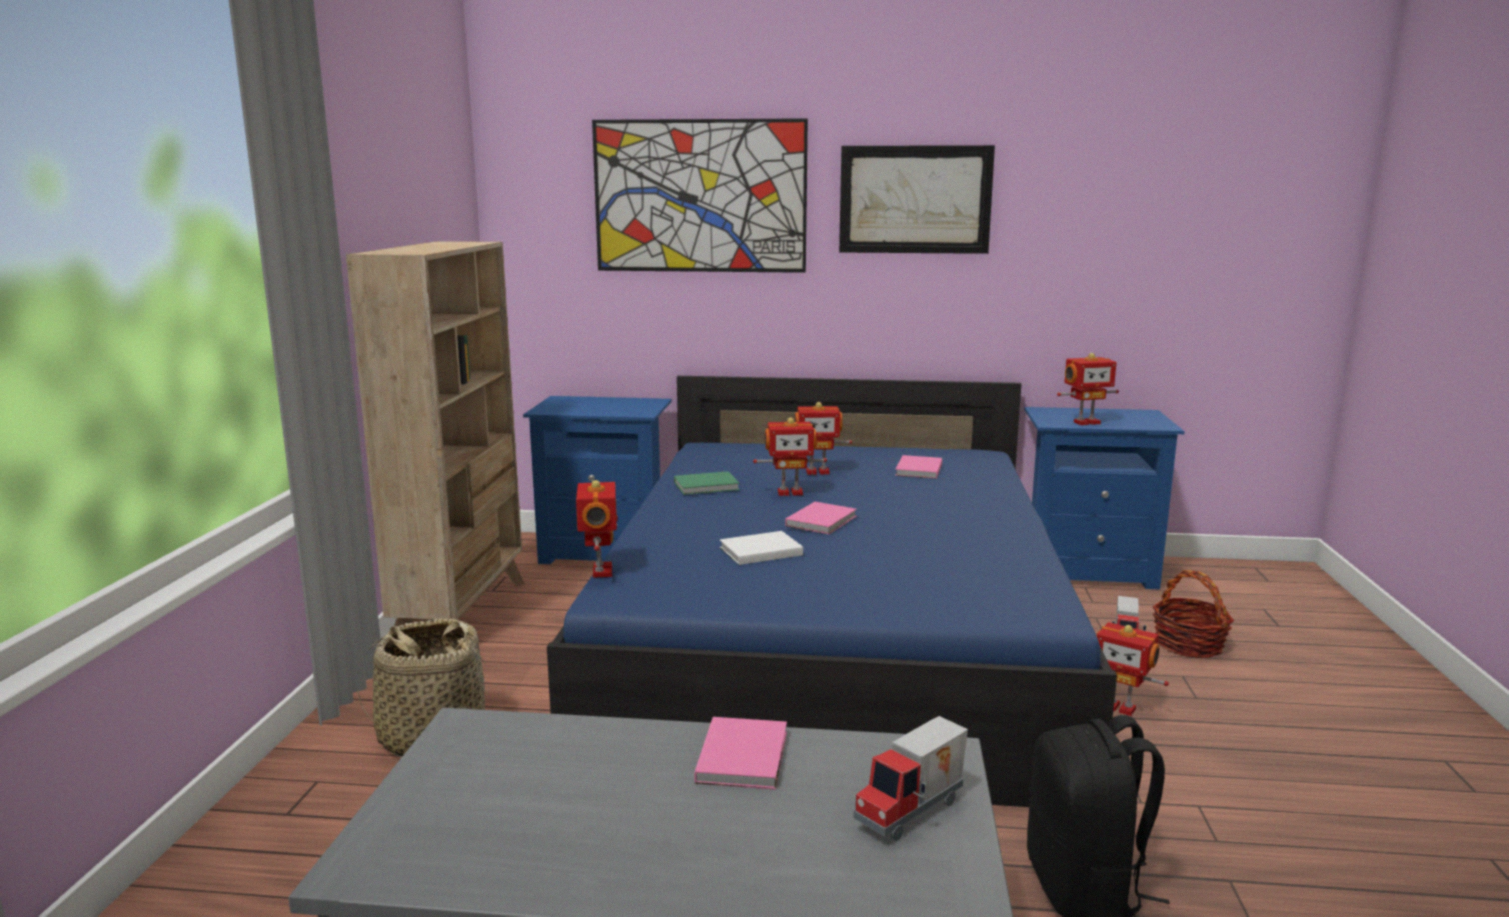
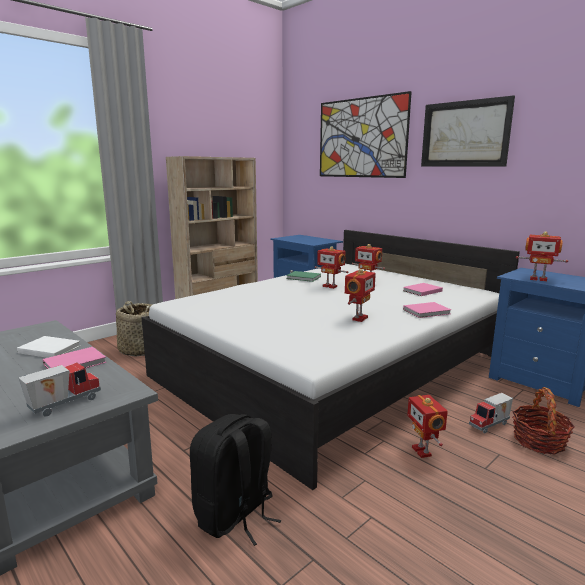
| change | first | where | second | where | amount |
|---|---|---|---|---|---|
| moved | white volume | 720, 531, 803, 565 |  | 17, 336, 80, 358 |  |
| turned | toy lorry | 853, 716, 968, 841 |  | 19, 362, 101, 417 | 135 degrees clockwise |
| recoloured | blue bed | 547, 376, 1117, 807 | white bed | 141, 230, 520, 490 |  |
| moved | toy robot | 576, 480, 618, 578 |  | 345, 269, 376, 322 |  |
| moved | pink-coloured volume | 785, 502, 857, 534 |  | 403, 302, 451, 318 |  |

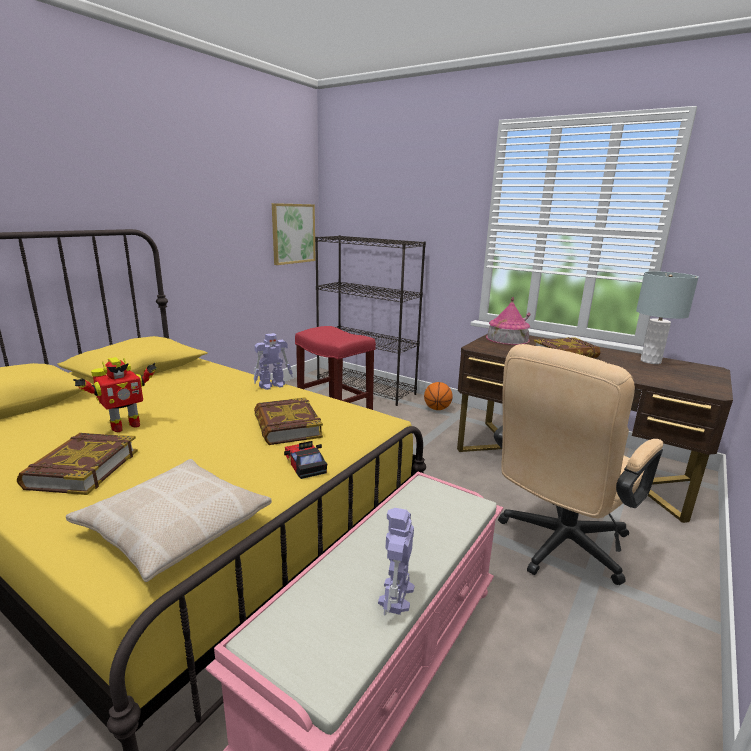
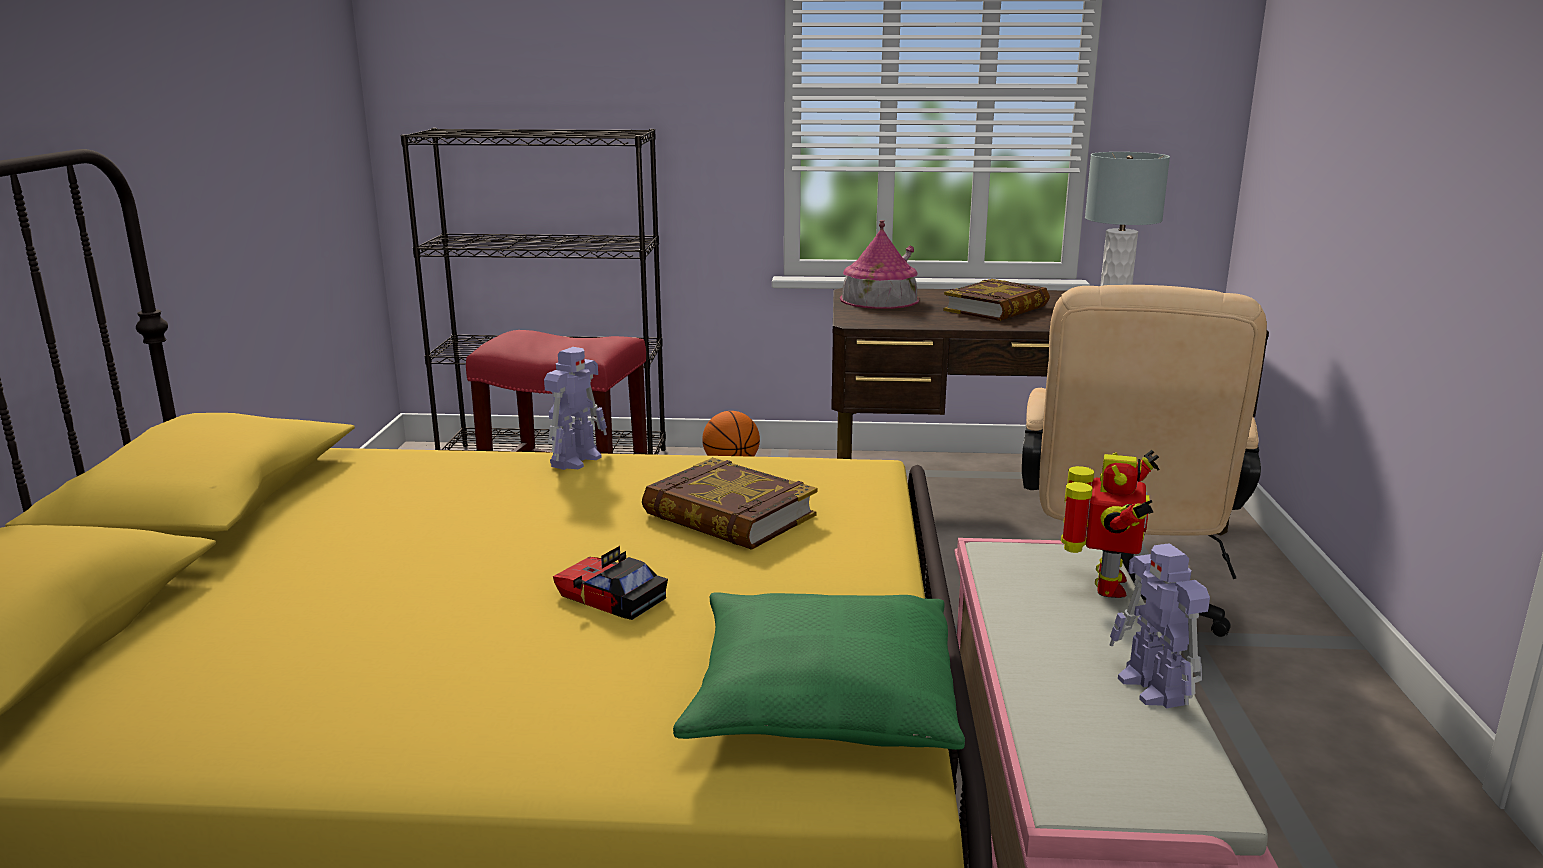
| change | first | where | second | where | amount |
|---|---|---|---|---|---|
| moved | miniature car | 284, 441, 327, 479 |  | 553, 546, 668, 620 |  |
| recoloured | beige-coloured throw pillow | 66, 459, 272, 582 | green throw pillow | 673, 592, 965, 750 |  |
| moved | toy robot | 73, 357, 157, 432 |  | 1061, 450, 1160, 598 |  |
| removed | volume | 17, 433, 138, 495 |  |  |  |
| removed | wall picture | 272, 203, 316, 265 |  |  |  |

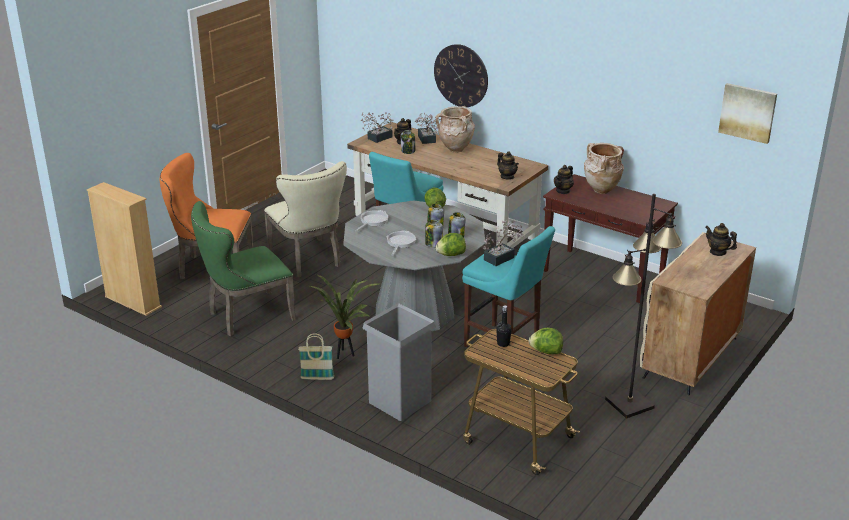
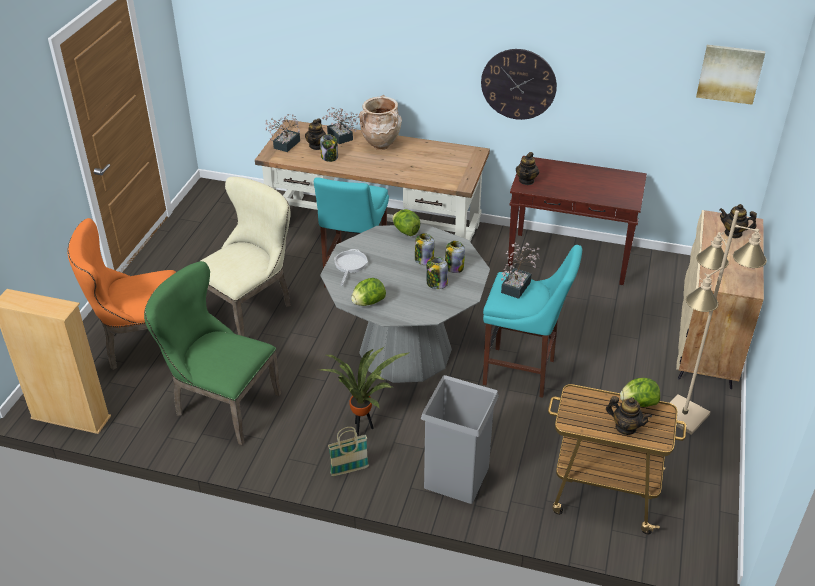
| change | first | where | second | where | amount |
|---|---|---|---|---|---|
| turned | green chair | 191, 201, 296, 336 |  | 144, 261, 281, 445 | 75 degrees clockwise |
| turned | beige-coloured chair | 264, 161, 347, 277 |  | 199, 177, 290, 337 | 90 degrees counterclockwise |
| moved | lettuce | 436, 233, 466, 256 |  | 351, 278, 386, 306 |  |
| moved | hanging clock | 434, 44, 488, 107 |  | 481, 49, 557, 120 |  |
| moved | teapot | 497, 151, 519, 180 |  | 606, 396, 652, 435 |  |
| recoloured | blackish standing lamp | 605, 194, 682, 419 | beige-coloured standing lamp | 670, 210, 767, 435 |  |
| removed | frying pan | 386, 230, 416, 256 |  |  |  |
| removed | blackish beverage bottle | 496, 305, 512, 347 |  |  |  |
| removed | beige-coloured decorative vase | 584, 143, 624, 194 |  |  |  |

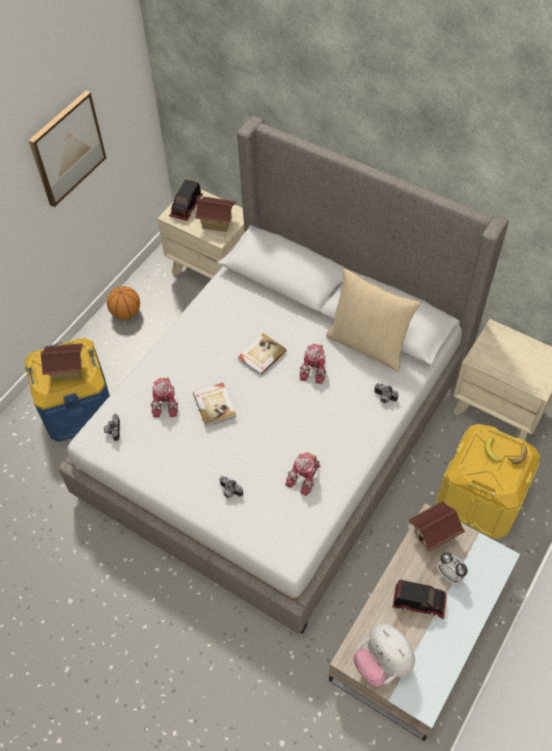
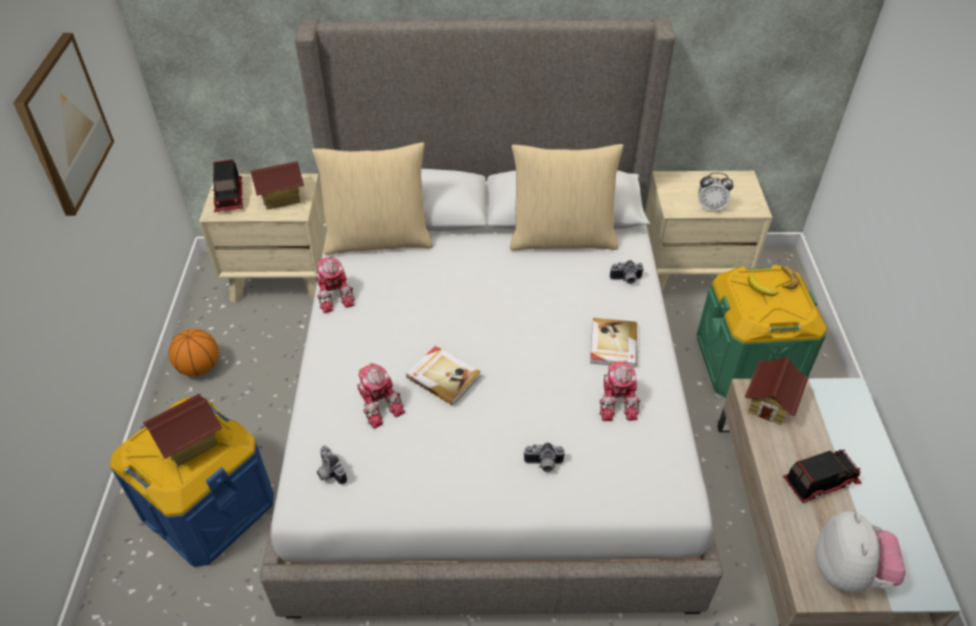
| change | first | where | second | where | amount |
|---|---|---|---|---|---|
| added |  |  | beige-coloured throw pillow | 312, 142, 433, 255 |  |
| moved | toy robot | 299, 344, 326, 384 |  | 316, 256, 355, 313 |  |
| moved | volume | 238, 333, 287, 376 |  | 590, 318, 637, 368 |  |
| recoloured | yellow storage box | 436, 424, 540, 539 | green storage box | 697, 265, 827, 398 |  |
| moved | alarm clock | 437, 553, 468, 584 |  | 698, 173, 734, 212 |  |
| turned | soft toy | 354, 624, 415, 687 |  | 815, 511, 905, 592 | 105 degrees counterclockwise |

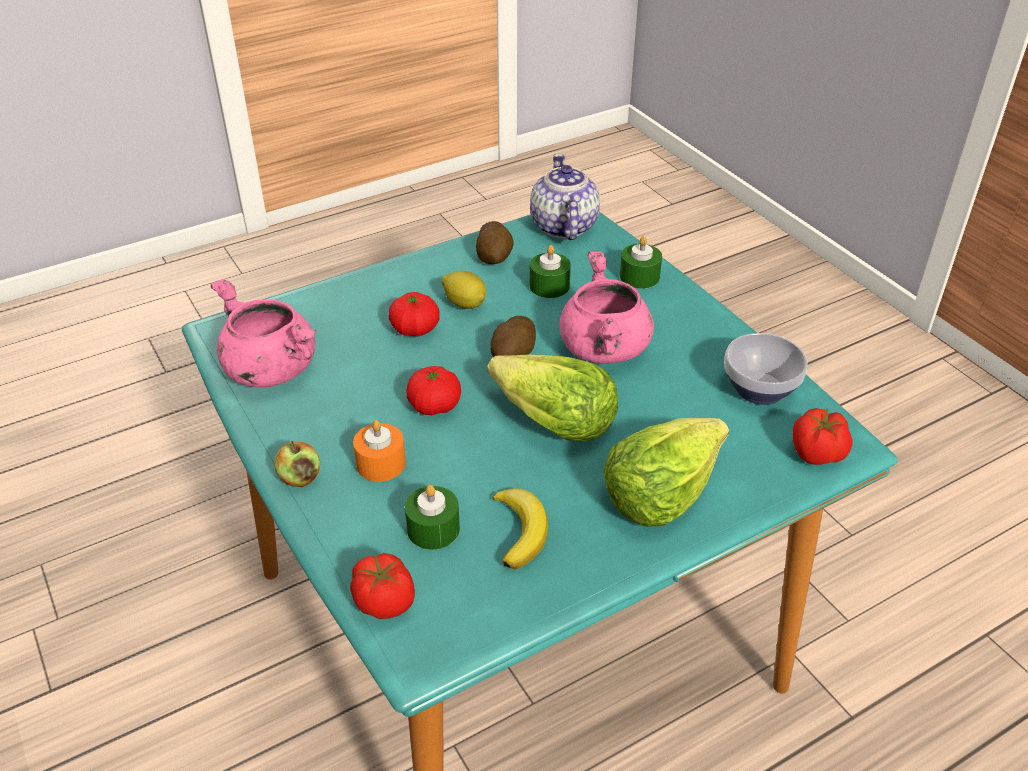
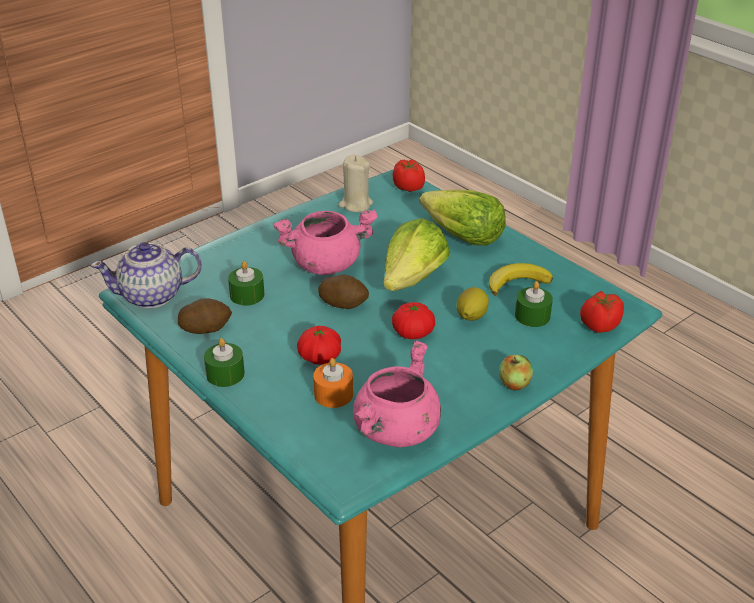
| change | first | where | second | where | amount |
|---|---|---|---|---|---|
| moved | green wax candle | 620, 236, 662, 289 |  | 204, 338, 245, 387 |  |
| moved | orange-coloured wax candle | 353, 420, 406, 482 |  | 313, 358, 353, 408 |  |
| replaced | serving bowl | 724, 333, 808, 405 | beige-coloured wax candle | 338, 154, 373, 212 |  |
| moved | citrus fruit | 442, 271, 486, 309 |  | 457, 287, 489, 321 |  |

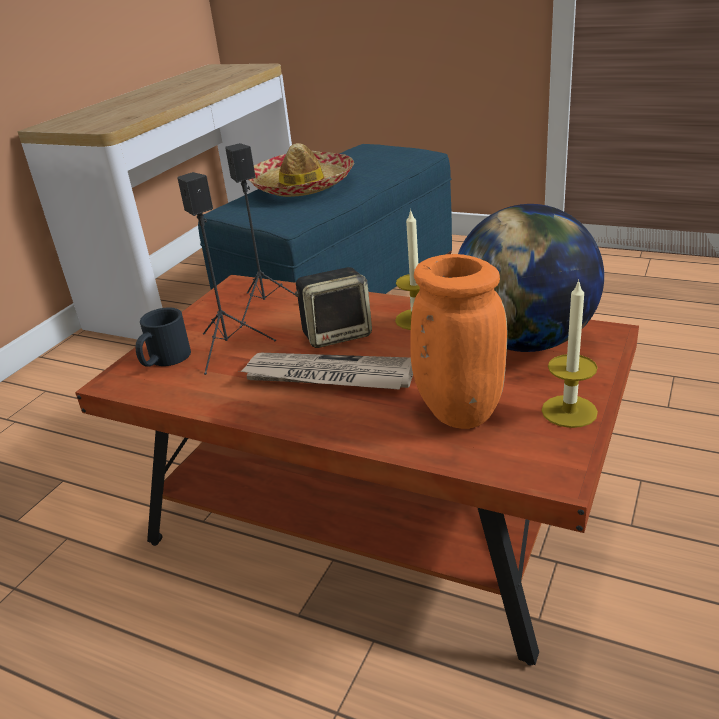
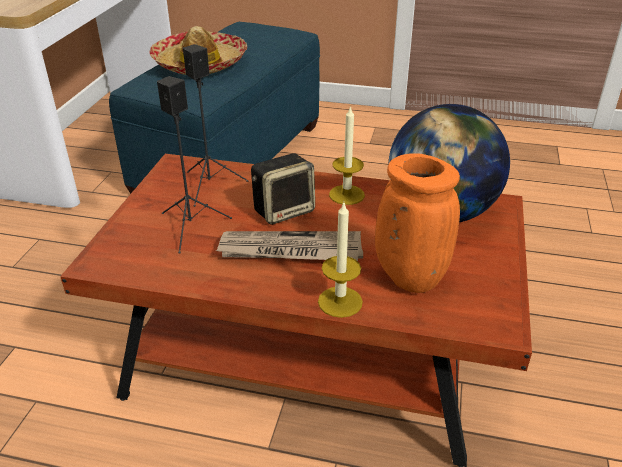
| change | first | where | second | where | amount |
|---|---|---|---|---|---|
| moved | wax candle | 541, 279, 598, 428 |  | 318, 203, 363, 318 |  |
| removed | blackish tea mug | 135, 308, 191, 367 |  |  |  |

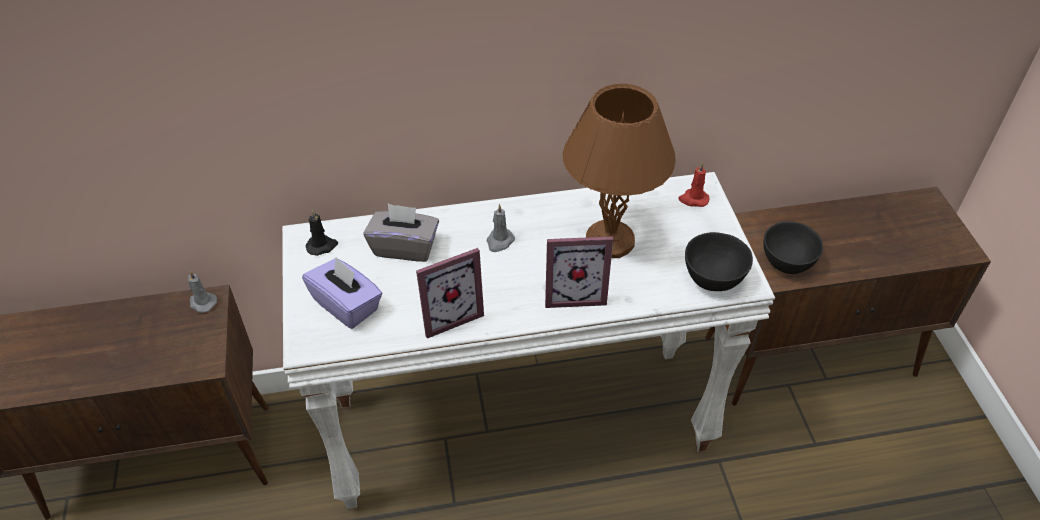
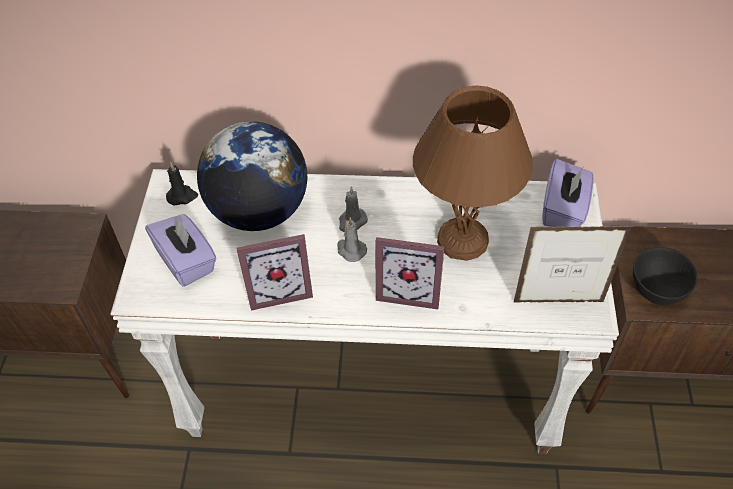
| change | first | where | second | where | amount |
|---|---|---|---|---|---|
| replaced | grey tissue box | 364, 204, 439, 262 | desk globe | 197, 121, 307, 231 |  |
| moved | grey wax candle | 188, 271, 217, 313 |  | 337, 217, 367, 262 |  |
| replaced | blackish serving bowl | 685, 232, 753, 291 | picture frame | 513, 226, 633, 303 |  |
| replaced | red-coloured wax candle | 678, 163, 709, 207 | purple tissue box | 542, 159, 594, 227 |  |

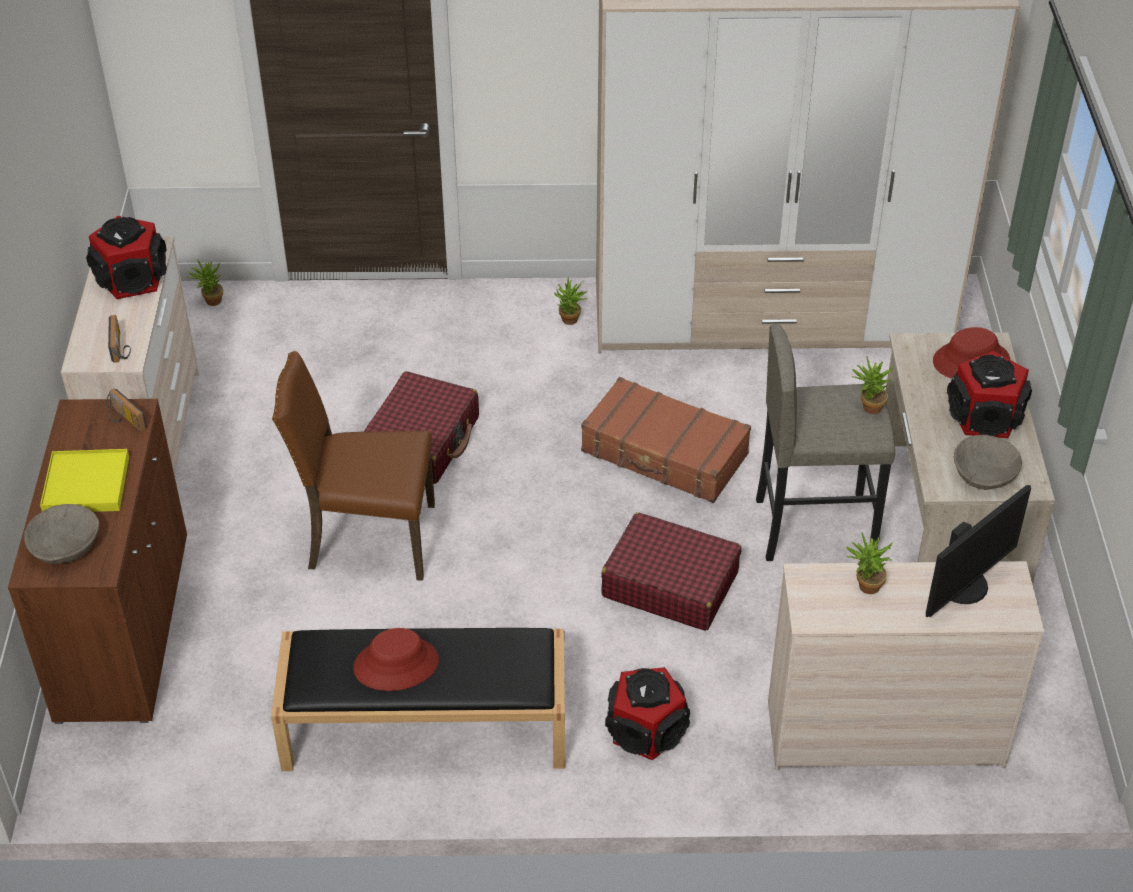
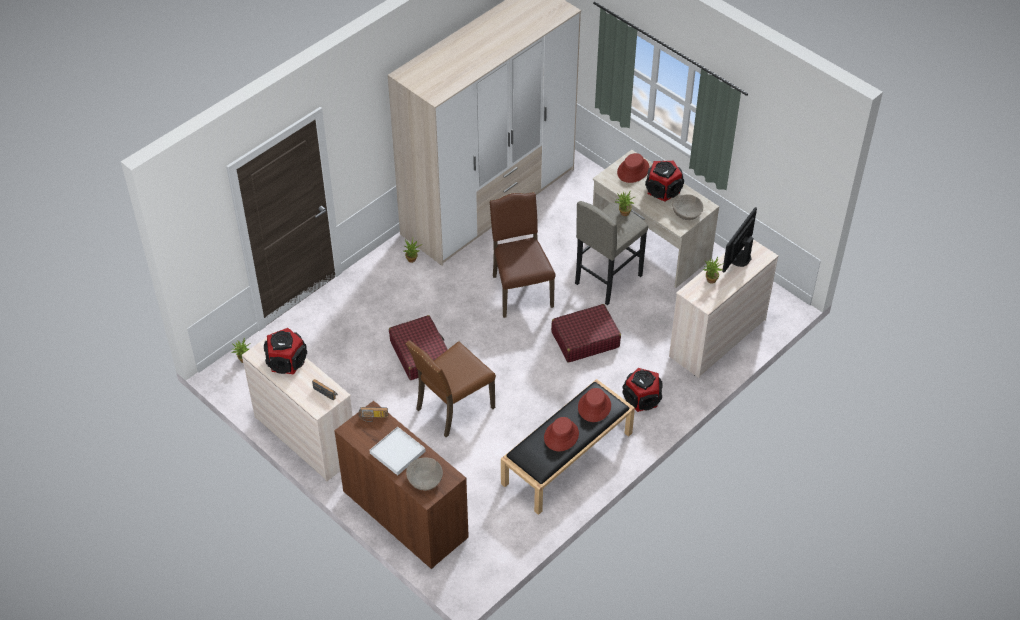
| change | first | where | second | where | amount |
|---|---|---|---|---|---|
| recoloured | yellow carrying tray | 40, 449, 129, 512 | white carrying tray | 370, 427, 426, 476 |  |
| replaced | brownish suitcase | 581, 377, 751, 503 | brownish chair | 489, 192, 555, 318 |  |
| added |  |  | red-coloured wearable hat | 578, 388, 611, 422 |  |
| turned | computer display | 926, 485, 1031, 618 |  | 722, 207, 757, 273 | 150 degrees counterclockwise |

